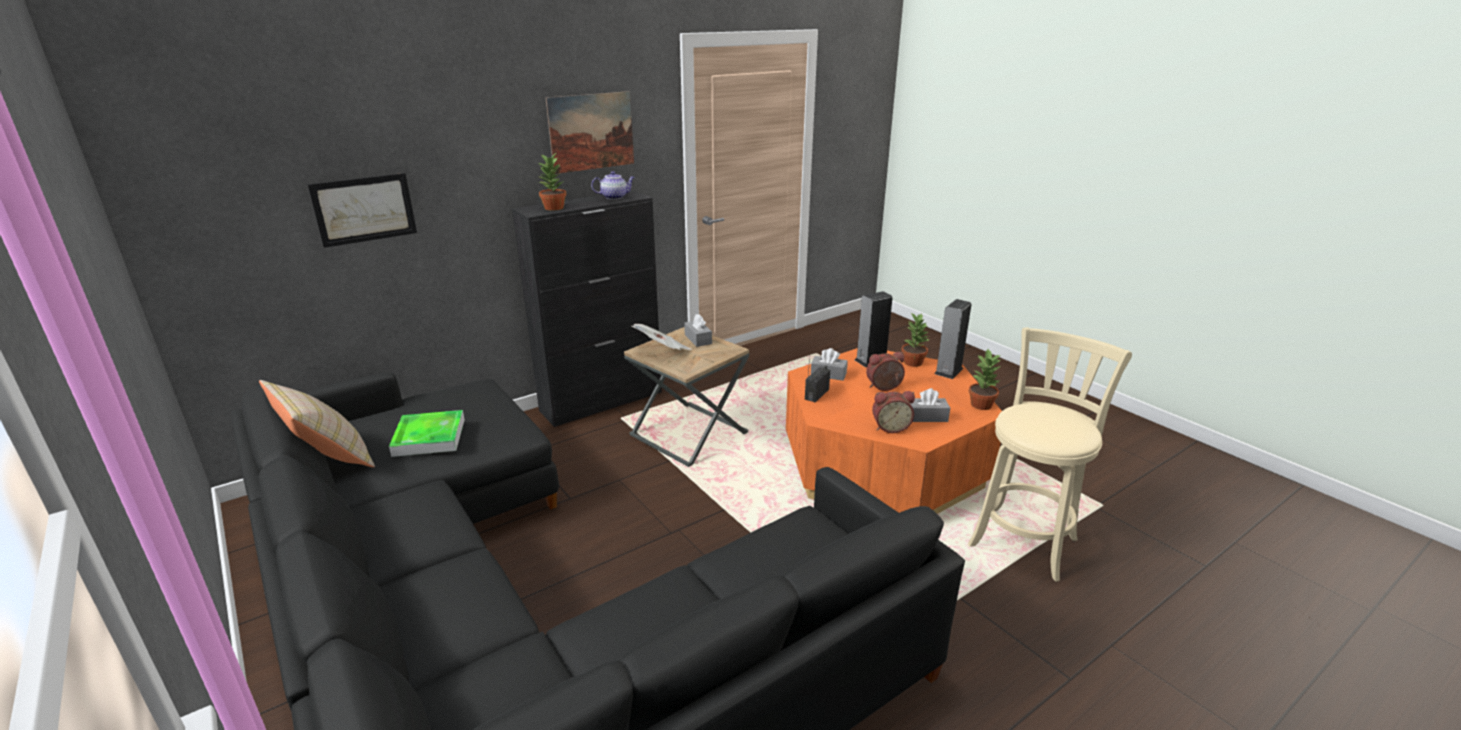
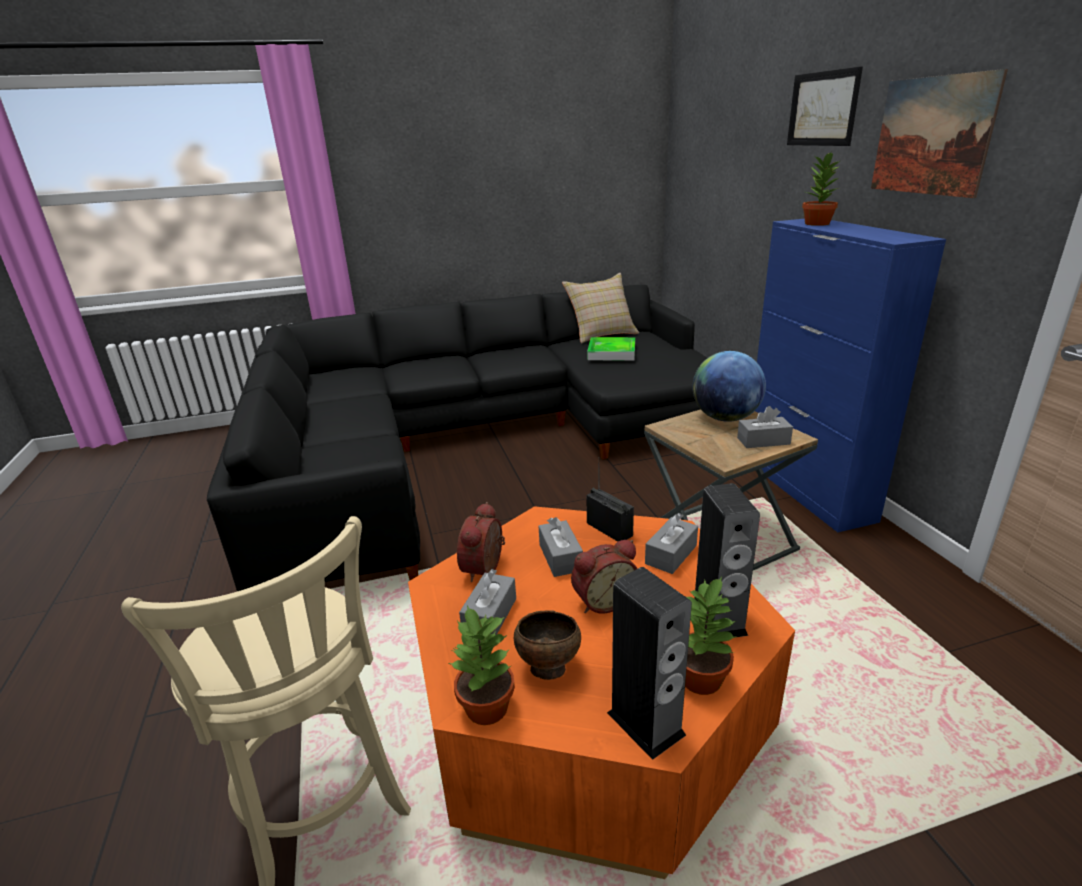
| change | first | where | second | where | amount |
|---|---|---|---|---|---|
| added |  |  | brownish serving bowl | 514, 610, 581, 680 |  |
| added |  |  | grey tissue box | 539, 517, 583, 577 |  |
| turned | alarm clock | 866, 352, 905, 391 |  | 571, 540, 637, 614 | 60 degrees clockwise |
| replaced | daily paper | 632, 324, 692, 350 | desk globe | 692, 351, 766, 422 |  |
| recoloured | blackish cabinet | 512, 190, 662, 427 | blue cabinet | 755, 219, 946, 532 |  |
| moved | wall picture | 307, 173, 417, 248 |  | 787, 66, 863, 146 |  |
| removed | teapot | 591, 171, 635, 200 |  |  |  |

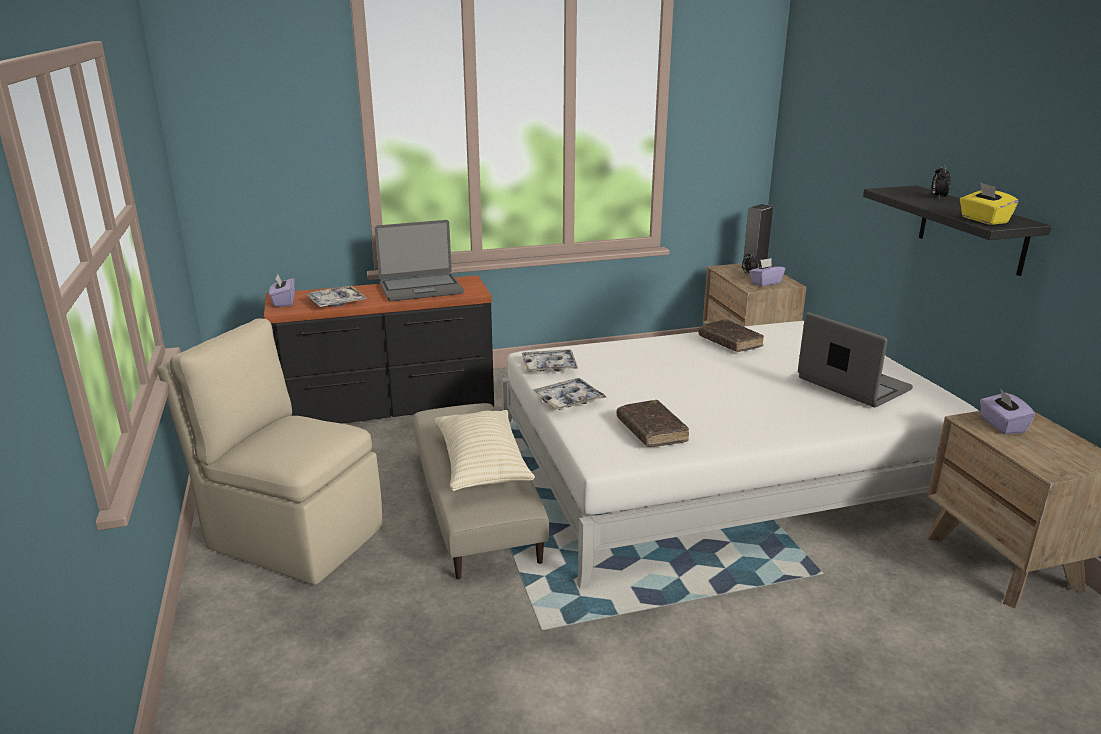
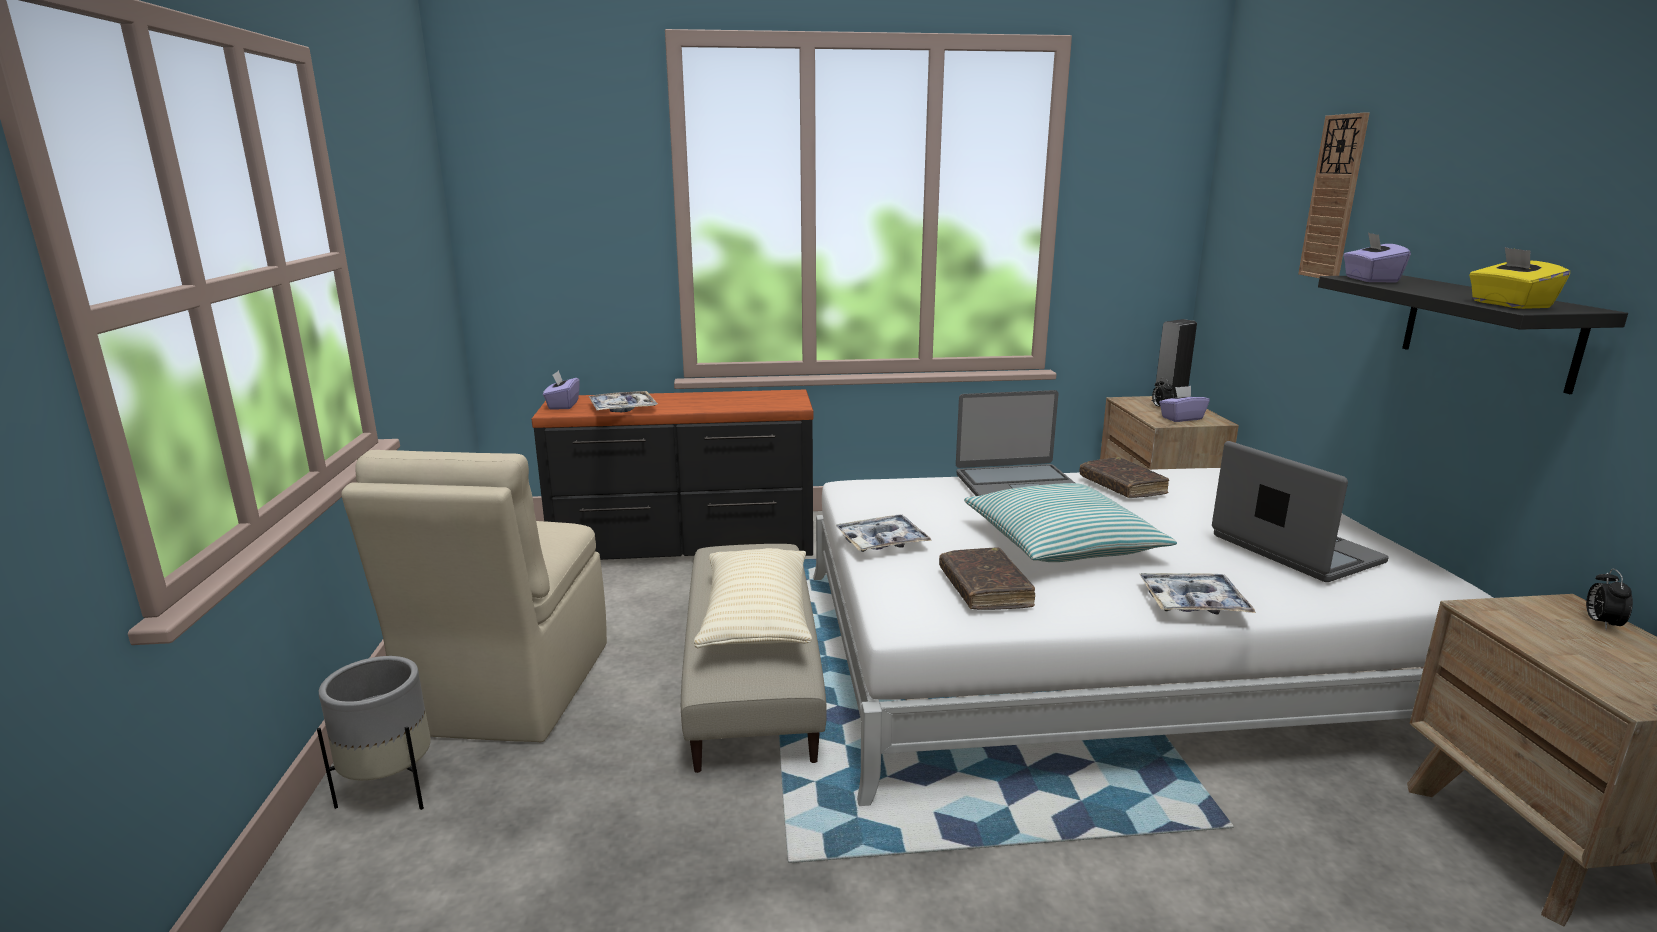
| change | first | where | second | where | amount |
|---|---|---|---|---|---|
| added |  |  | grey plant pot | 317, 656, 431, 810 |  |
| turned | beige-coloured chair | 157, 318, 382, 585 |  | 341, 450, 607, 742 | 120 degrees counterclockwise |
| moved | portable computer | 375, 220, 464, 302 |  | 956, 390, 1075, 496 |  |
| added |  |  | throw pillow | 964, 483, 1177, 562 |  |
| moved | carrying tray | 522, 350, 578, 372 |  | 1140, 573, 1256, 615 |  |
| added |  |  | hanging clock | 1298, 112, 1369, 278 |  |
| moved | purple tissue box | 980, 389, 1035, 434 |  | 1343, 232, 1411, 282 |  |
| moved | alarm clock | 931, 164, 951, 198 |  | 1586, 569, 1633, 630 |  |

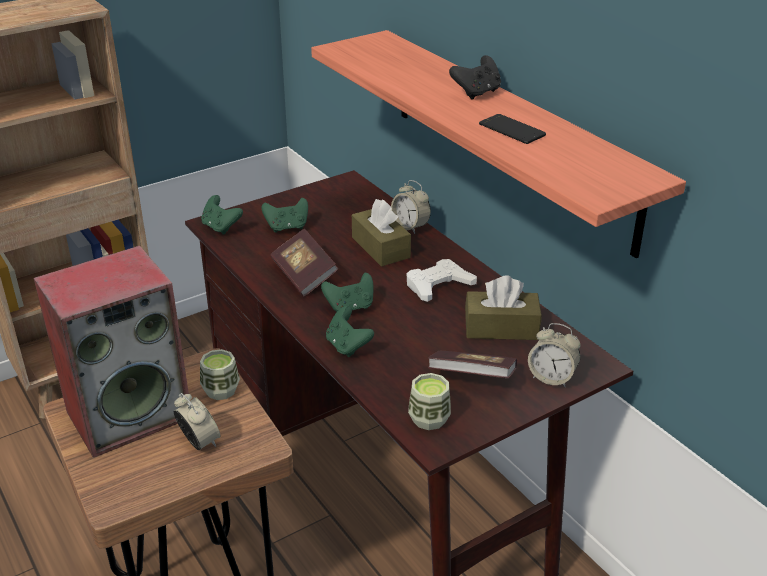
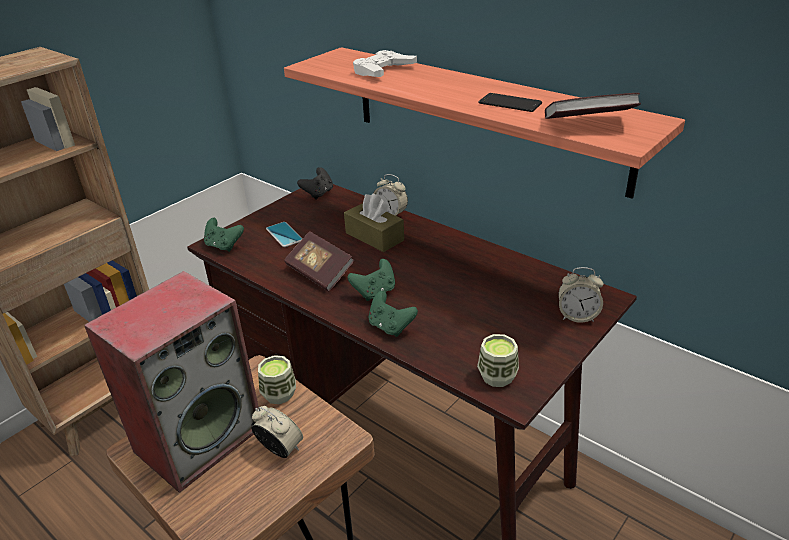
| change | first | where | second | where | amount |
|---|---|---|---|---|---|
| replaced | green joypad | 261, 198, 308, 233 | handset | 266, 222, 303, 247 |  |
| moved | blackish joypad | 449, 55, 501, 100 |  | 297, 167, 333, 200 |  |
| moved | white joypad | 407, 259, 477, 302 |  | 353, 50, 417, 77 |  |
| moved | volume | 428, 351, 517, 378 |  | 545, 93, 641, 119 |  |
| removed | brownish tissue box | 465, 276, 542, 340 |  |  |  |

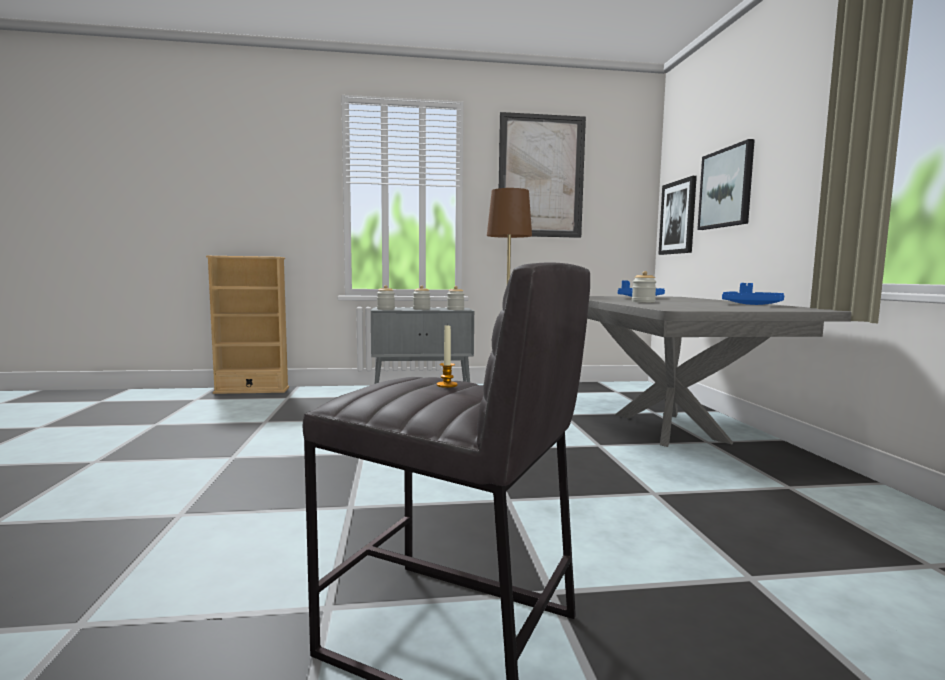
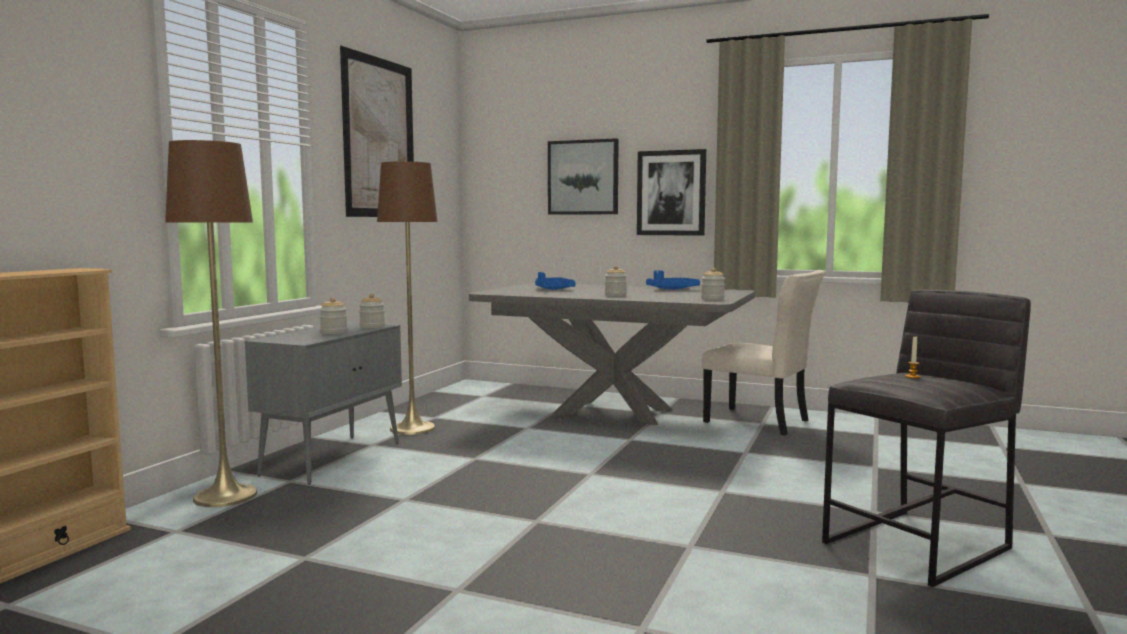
| change | first | where | second | where | amount |
|---|---|---|---|---|---|
| added |  |  | brownish standing lamp | 165, 140, 257, 507 |  |
| moved | wall picture | 658, 176, 697, 255 |  | 637, 149, 706, 236 |  |
| moved | jar | 377, 285, 395, 310 |  | 701, 268, 725, 300 |  |
| added |  |  | beige-coloured chair | 702, 270, 825, 435 |  |

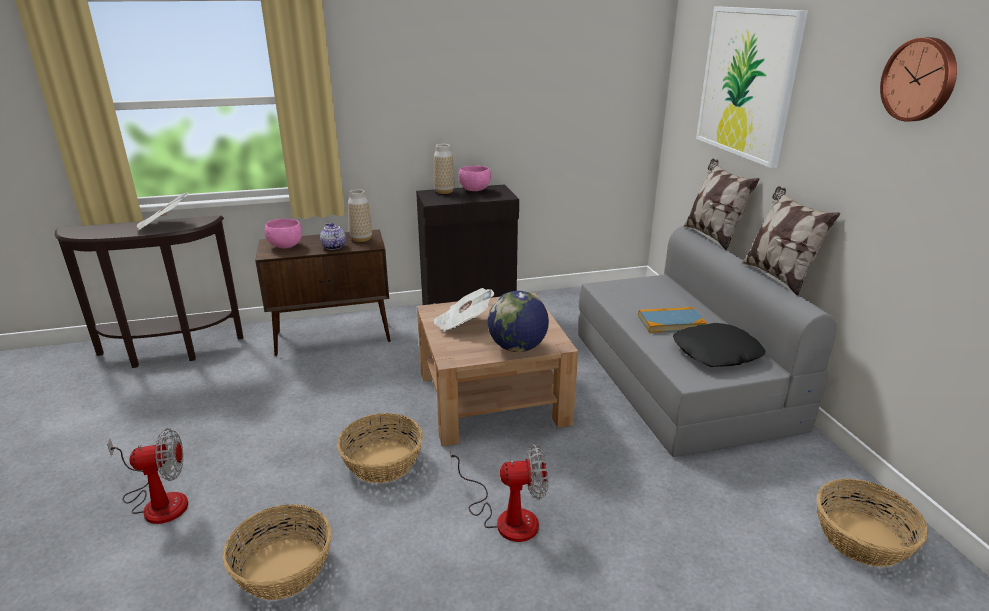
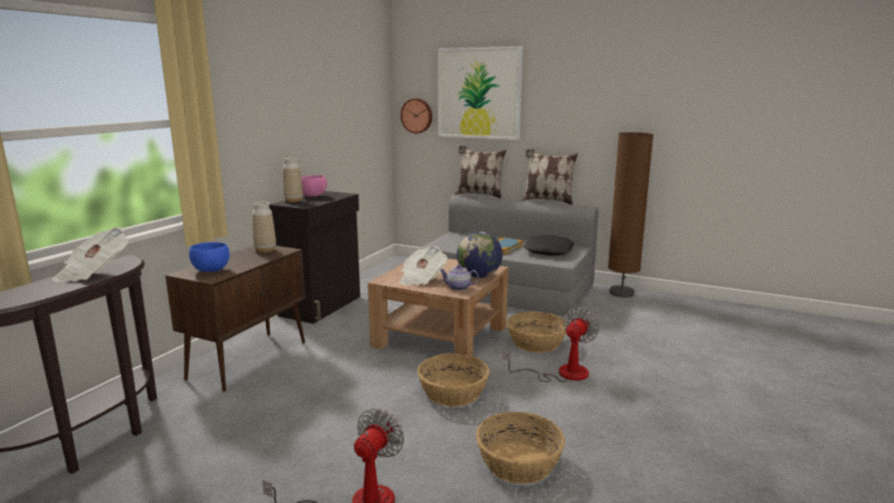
| change | first | where | second | where | amount |
|---|---|---|---|---|---|
| recoloured | pink-coloured serving bowl | 265, 219, 302, 248 | blue serving bowl | 189, 242, 230, 272 |  |
| moved | hanging clock | 880, 37, 957, 122 |  | 400, 98, 432, 133 |  |
| moved | teapot | 320, 223, 346, 250 |  | 439, 265, 479, 291 |  |
| moved | basket | 817, 479, 928, 567 |  | 507, 311, 568, 353 |  |
| added |  |  | brownish standing lamp | 608, 132, 653, 298 |  |

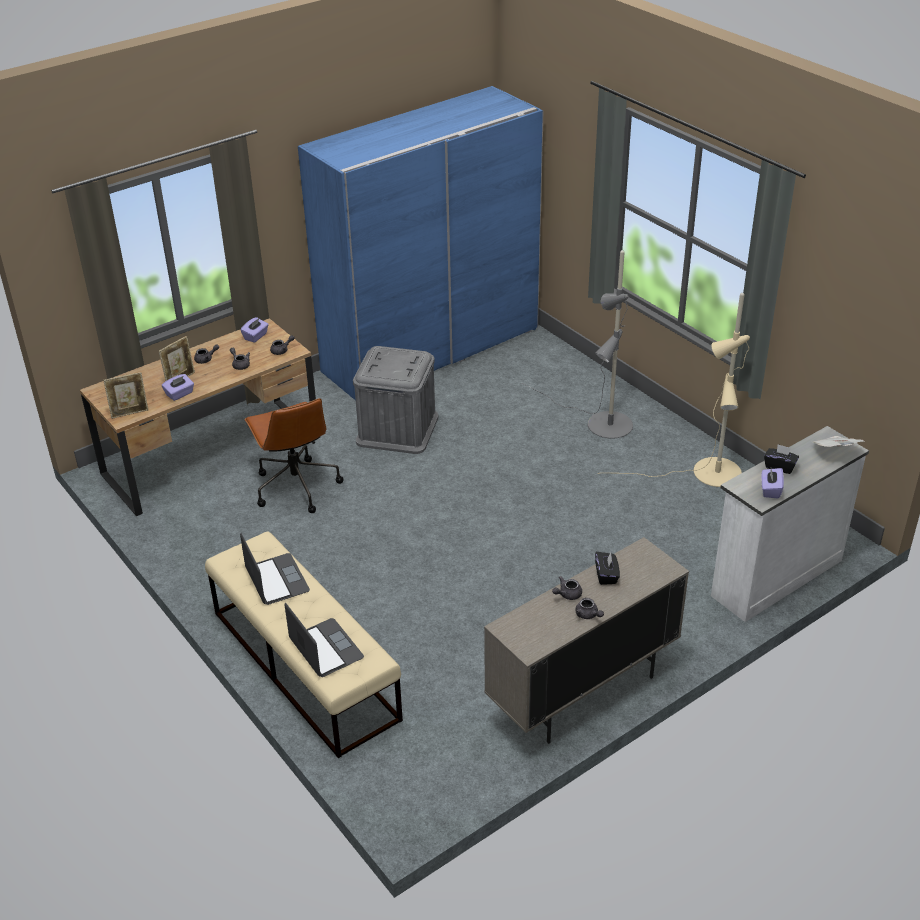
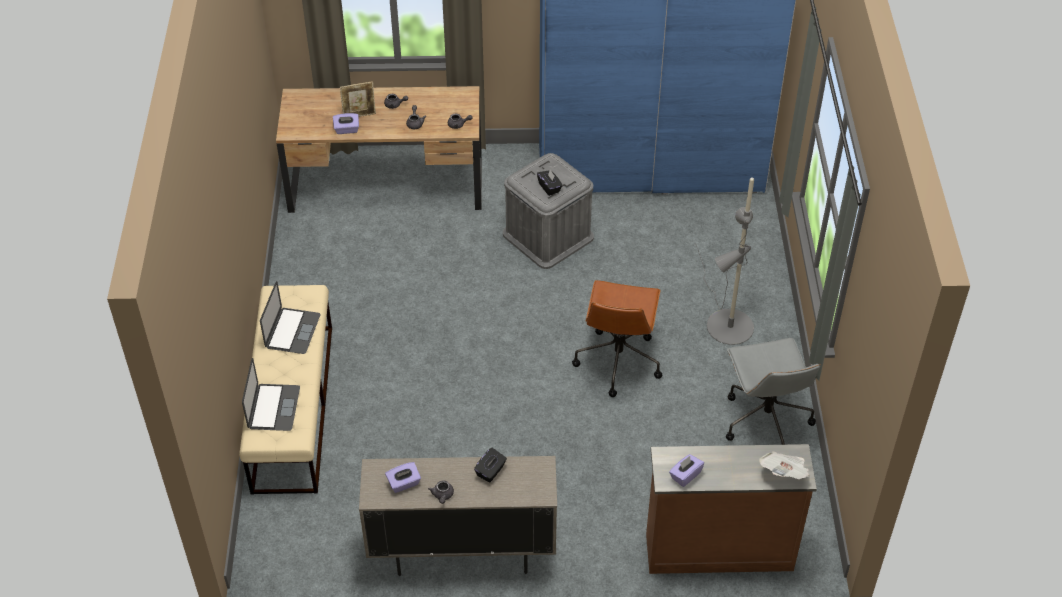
| change | first | where | second | where | amount |
|---|---|---|---|---|---|
| moved | purple tissue box | 241, 317, 269, 343 |  | 385, 462, 421, 493 |  |
| moved | blackish tissue box | 764, 444, 799, 474 |  | 537, 170, 563, 196 |  |
| moved | brownish computer chair | 245, 398, 344, 513 |  | 572, 280, 662, 397 |  |
| recoloured | white chest of drawers | 711, 426, 869, 622 | brownish chest of drawers | 646, 444, 817, 574 |  |
| replaced | beige-coloured standing lamp | 597, 293, 750, 487 | grey computer chair | 726, 338, 821, 445 |  |
| removed | picture frame | 103, 372, 149, 419 |  |  |  |
| removed | grey teapot | 552, 576, 582, 600 |  |  |  |

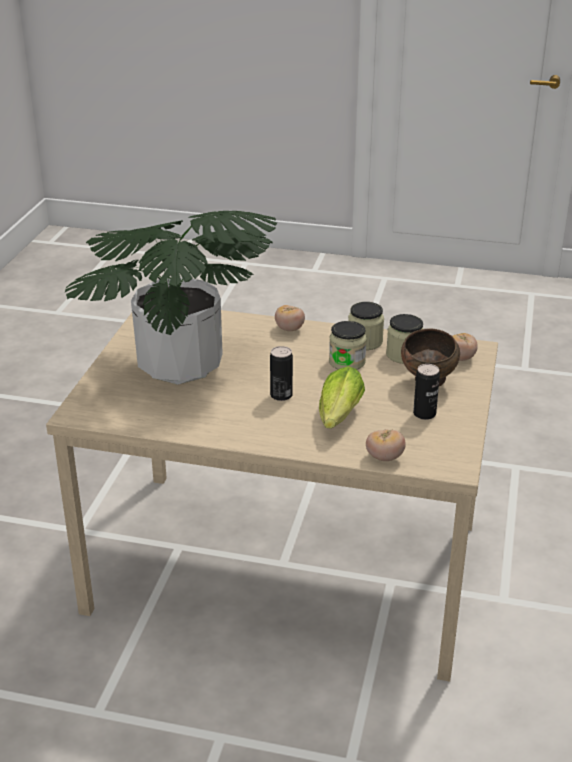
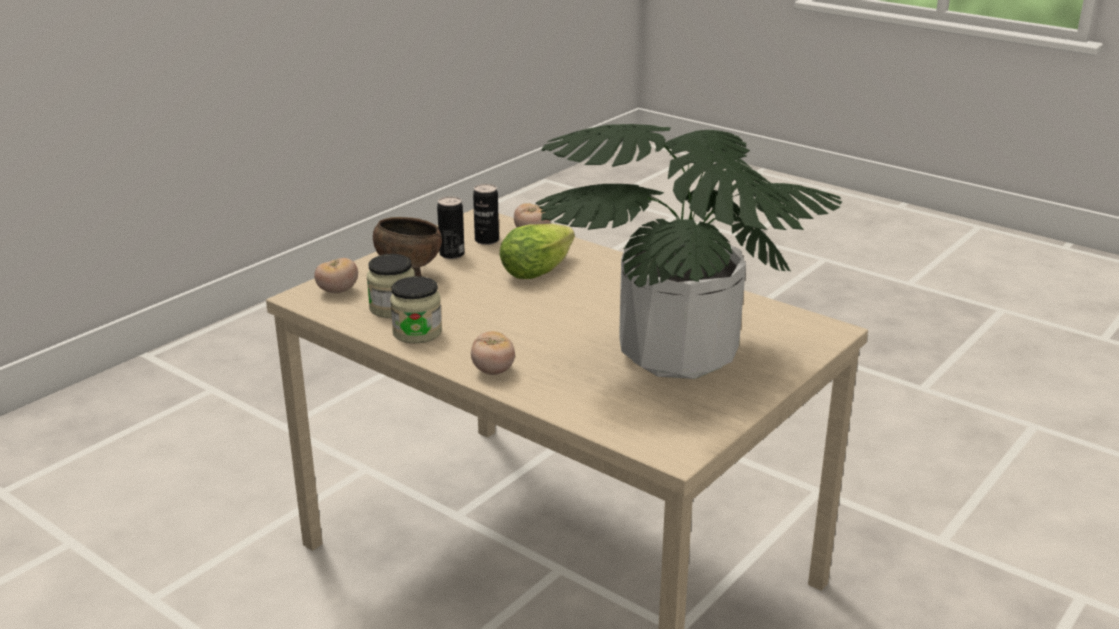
| change | first | where | second | where | amount |
|---|---|---|---|---|---|
| moved | can | 270, 346, 293, 401 |  | 473, 184, 499, 245 |  |
| removed | jar | 329, 321, 367, 370 |  |  |  |

